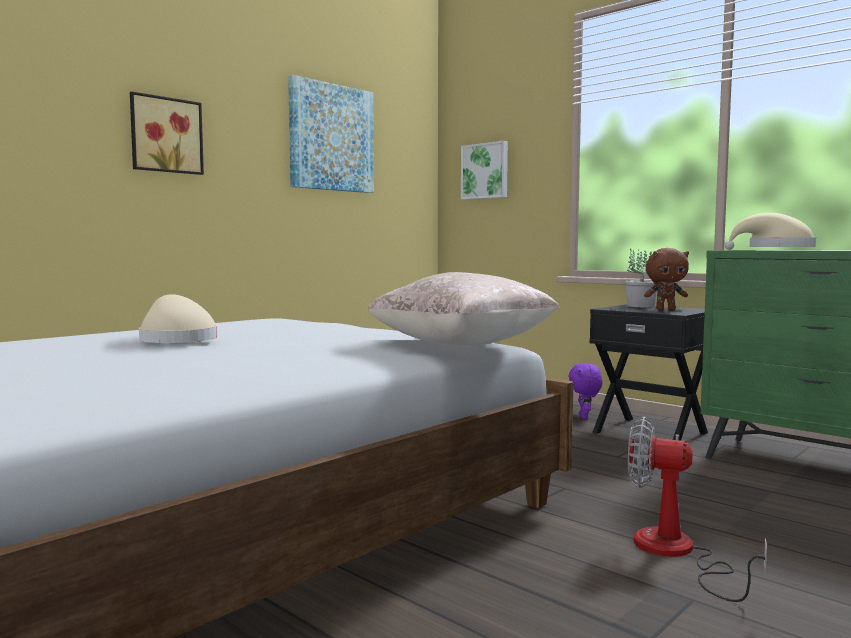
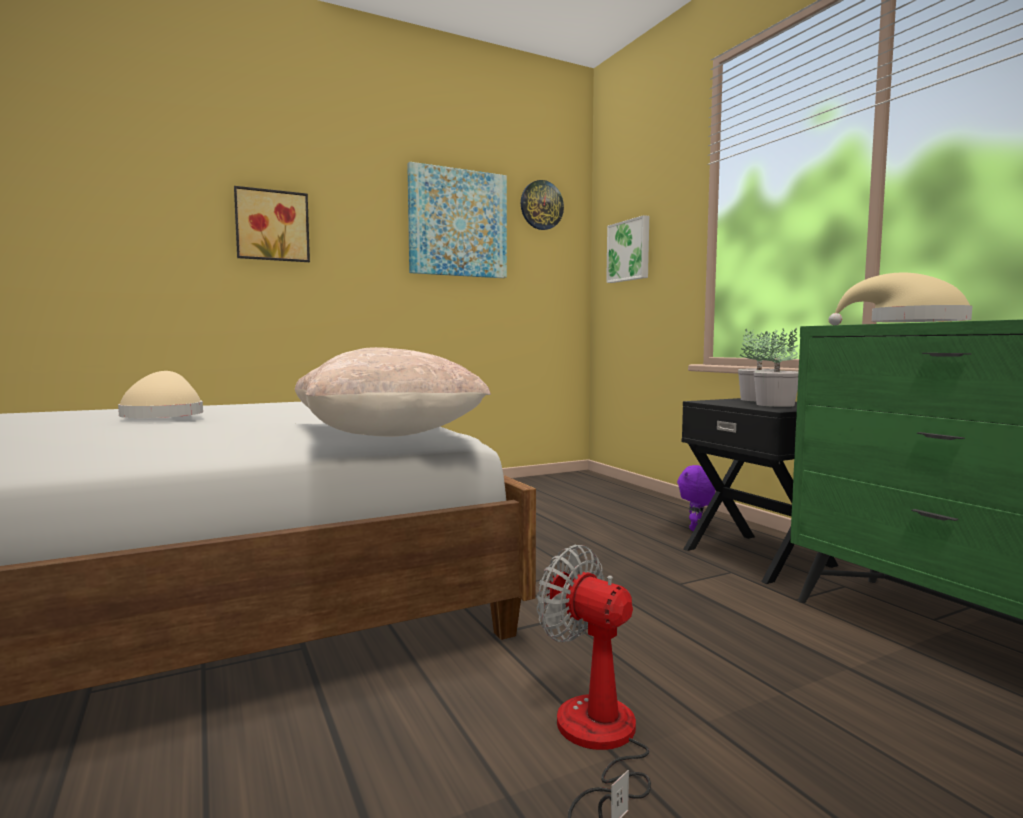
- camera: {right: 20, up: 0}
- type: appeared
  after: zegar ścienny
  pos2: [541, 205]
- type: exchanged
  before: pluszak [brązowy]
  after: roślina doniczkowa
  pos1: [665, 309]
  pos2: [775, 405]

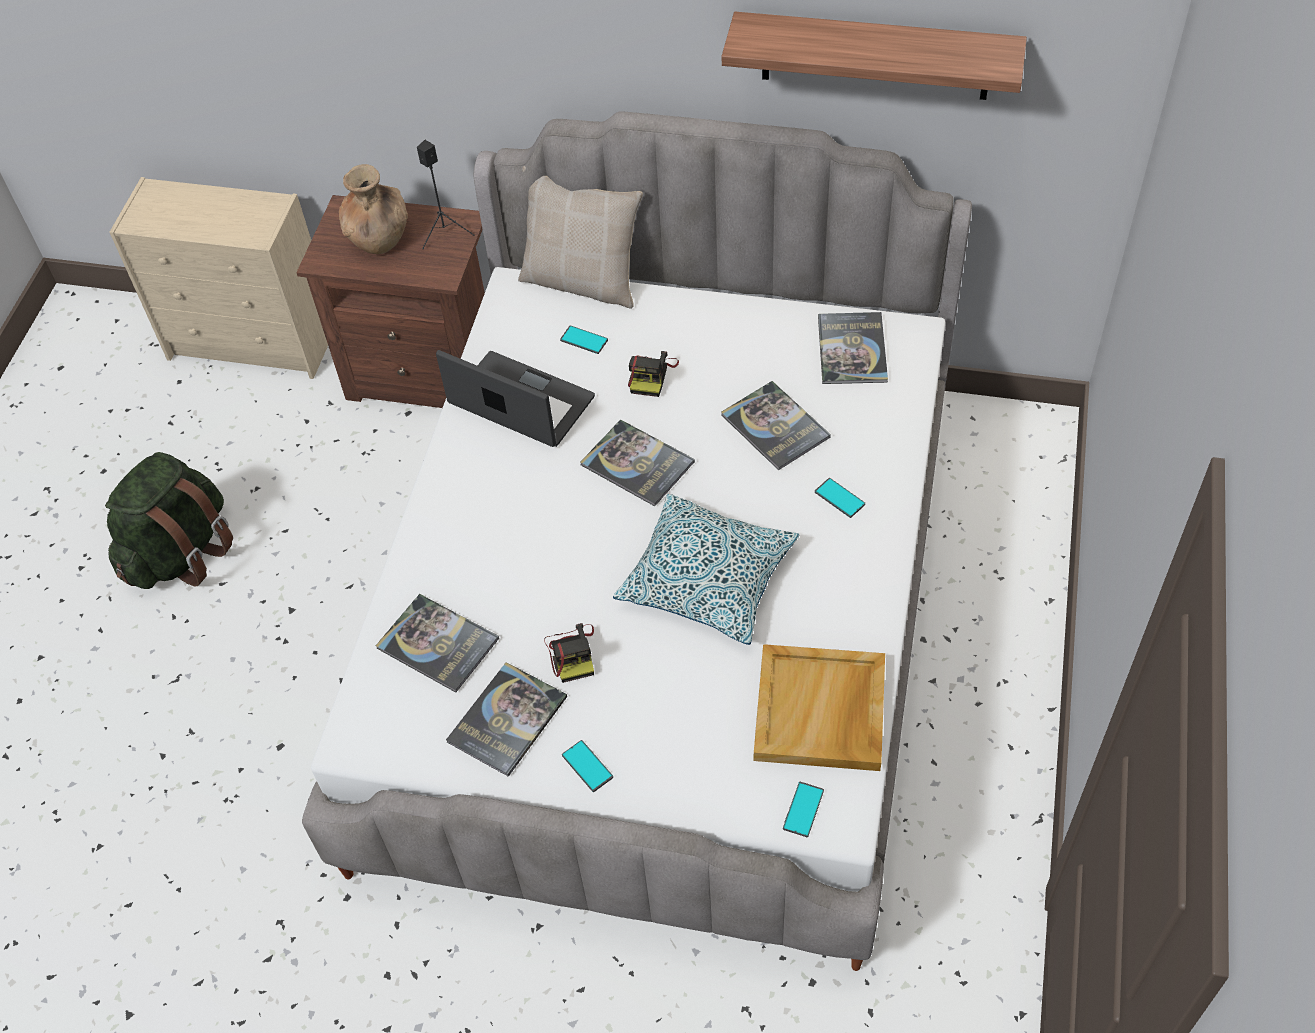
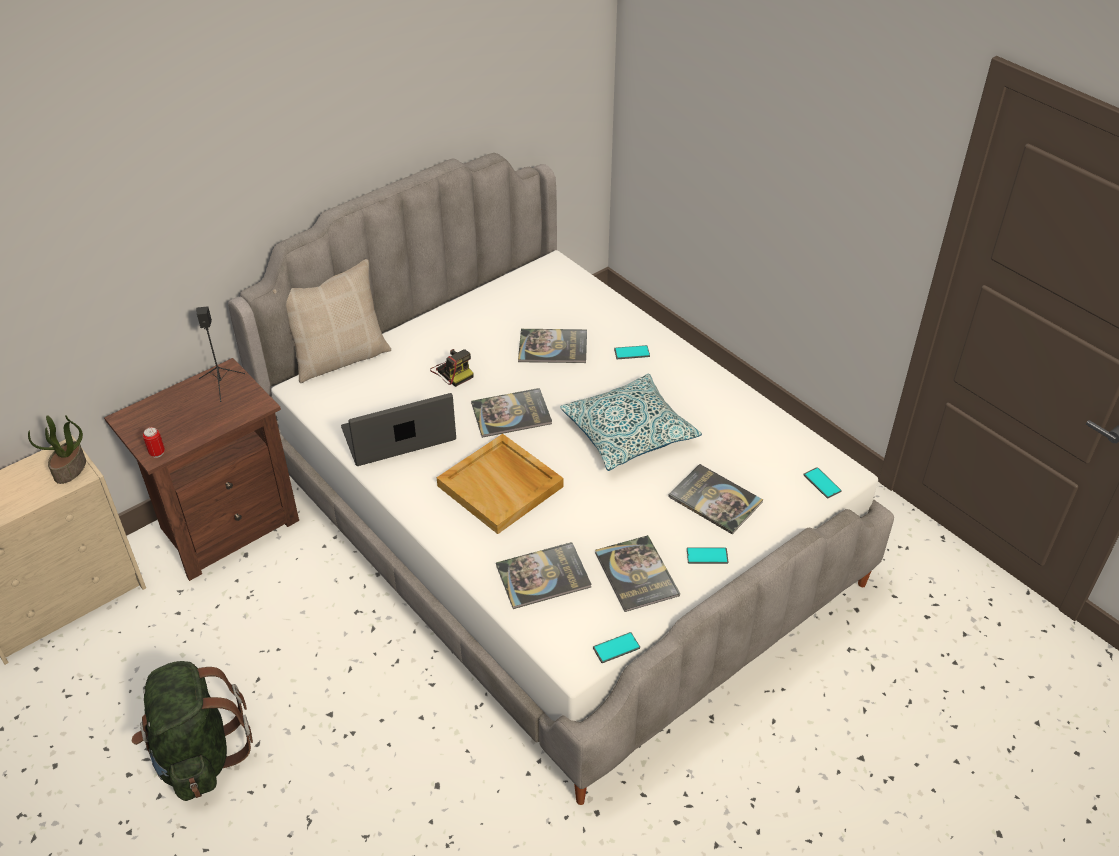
- camera: {right: -55, up: -10}
- type: missing
  before: wazon [brązowy]
  pos1: [379, 239]
- type: missing
  before: aparat fotograficzny
  pos1: [572, 653]
- type: missing
  before: półka
  pos1: [875, 56]
- type: appeared
  after: roślina doniczkowa
  pos2: [70, 470]
- type: appeared
  after: puszka
  pos2: [157, 453]
- type: relocated
  before: telefon
  pos1: [584, 340]
  pos2: [616, 648]
- type: relocated
  before: taca [beżowy]
  pos1: [821, 711]
  pos2: [501, 486]
- type: relocated
  before: książka
  pos1: [852, 349]
  pos2: [715, 500]

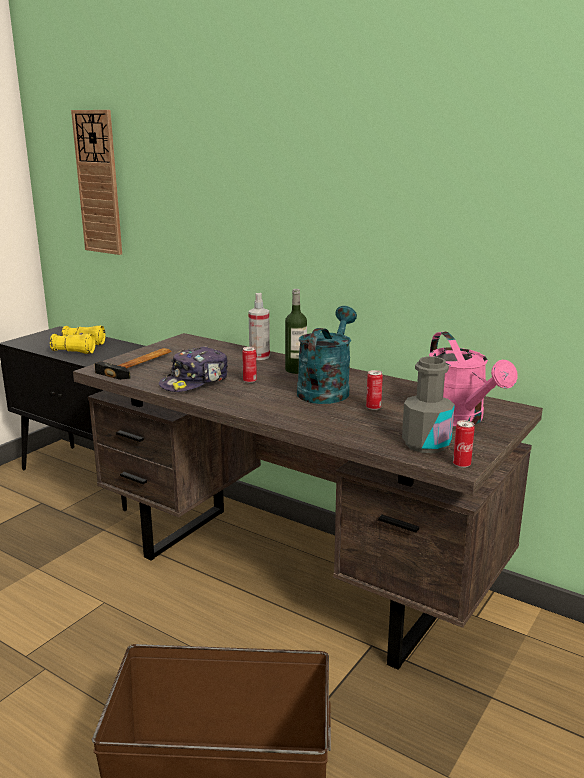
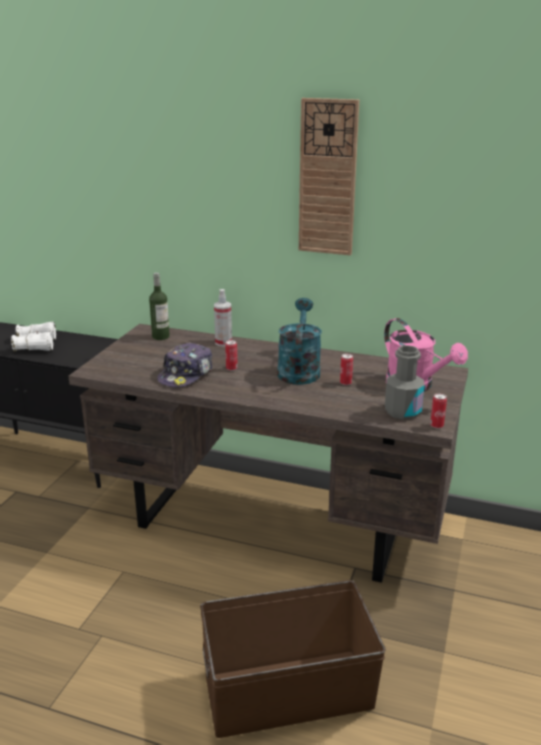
- camera: {right: -15, up: 5}
- type: missing
  before: młotek
  pos1: [141, 365]
- type: relocated
  before: zegar ścienny
  pos1: [98, 183]
  pos2: [327, 178]
- type: relocated
  before: butelka
  pos1: [296, 370]
  pos2: [160, 337]
- type: colour
  before: lornetka [żółty]
  after: lornetka [biały]
  pos1: [79, 348]
  pos2: [36, 345]

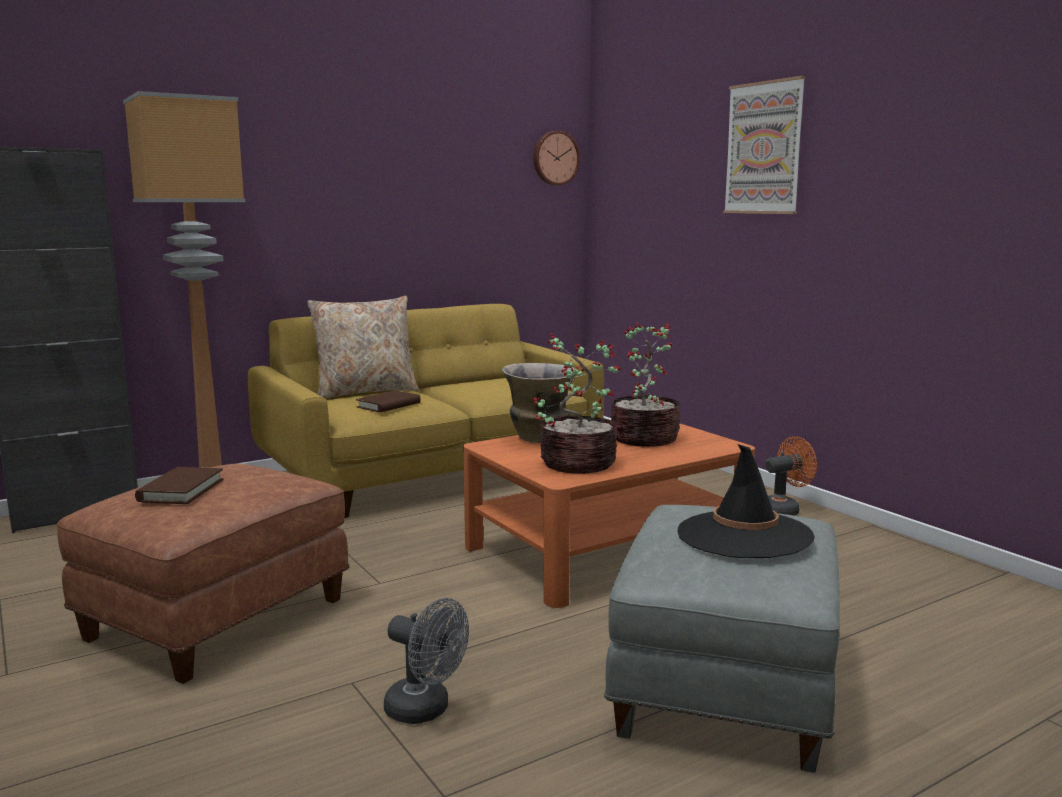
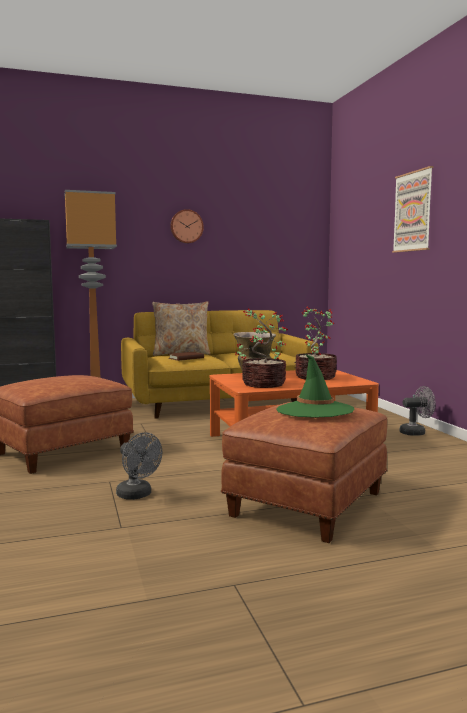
- camera: {right: 15, up: -5}
- type: missing
  before: książka [brązowy]
  pos1: [181, 490]
- type: relocated
  before: zegar ścienny
  pos1: [555, 158]
  pos2: [186, 226]
- type: colour
  before: pufa [szary]
  after: pufa [brązowy]
  pos1: [727, 689]
  pos2: [308, 505]
- type: colour
  before: kapelusz [czarny]
  after: kapelusz [zielony]
  pos1: [744, 535]
  pos2: [314, 410]
- type: colour
  before: wentylator [pomarańczowy]
  after: wentylator [szary]
  pos1: [784, 510]
  pos2: [416, 432]

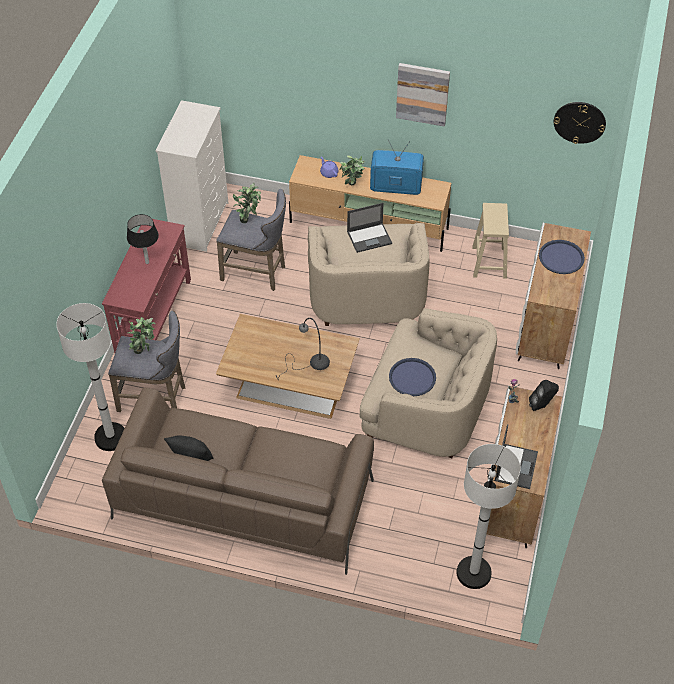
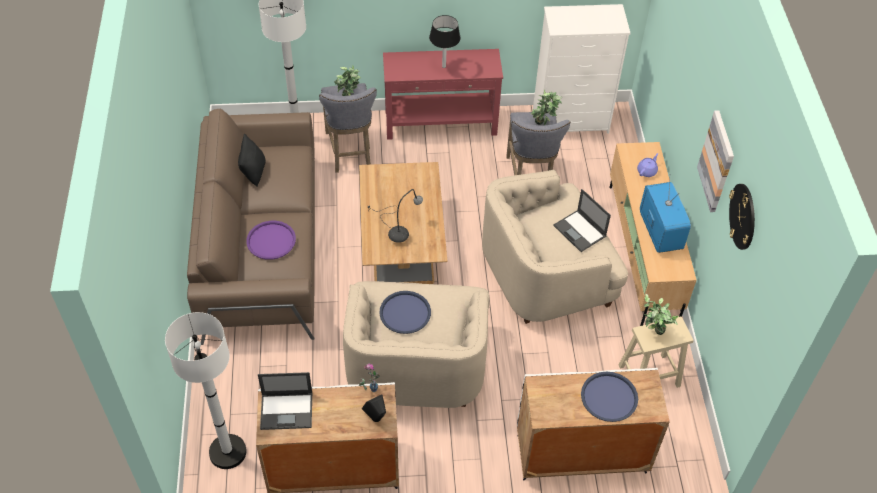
- camera: {right: 70, up: 0}
- type: appeared
  after: taca [fioletowy]
  pos2: [271, 241]
- type: relocated
  before: roślina doniczkowa
  pos1: [352, 187]
  pos2: [653, 333]
- type: relocated
  before: zegar ścienny
  pos1: [579, 122]
  pos2: [743, 216]

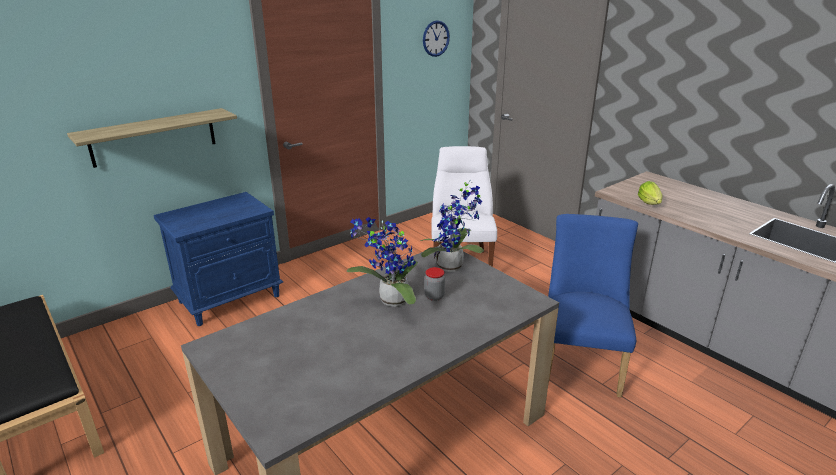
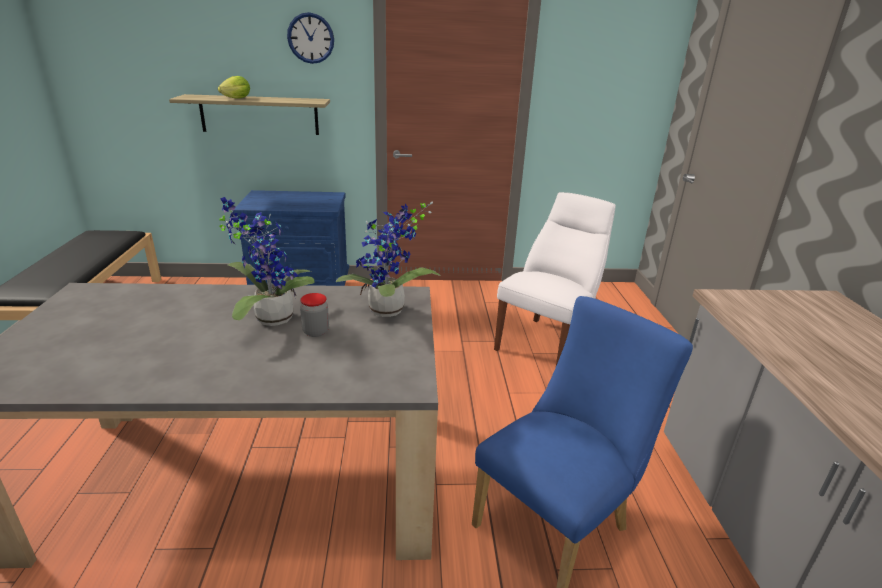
- camera: {right: 35, up: 0}
- type: relocated
  before: zegar ścienny
  pos1: [436, 38]
  pos2: [311, 38]
- type: relocated
  before: sałata
  pos1: [650, 204]
  pos2: [234, 99]

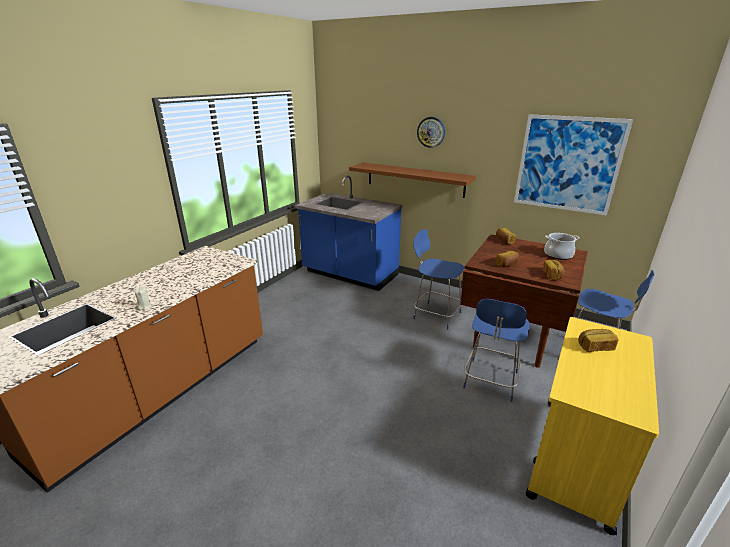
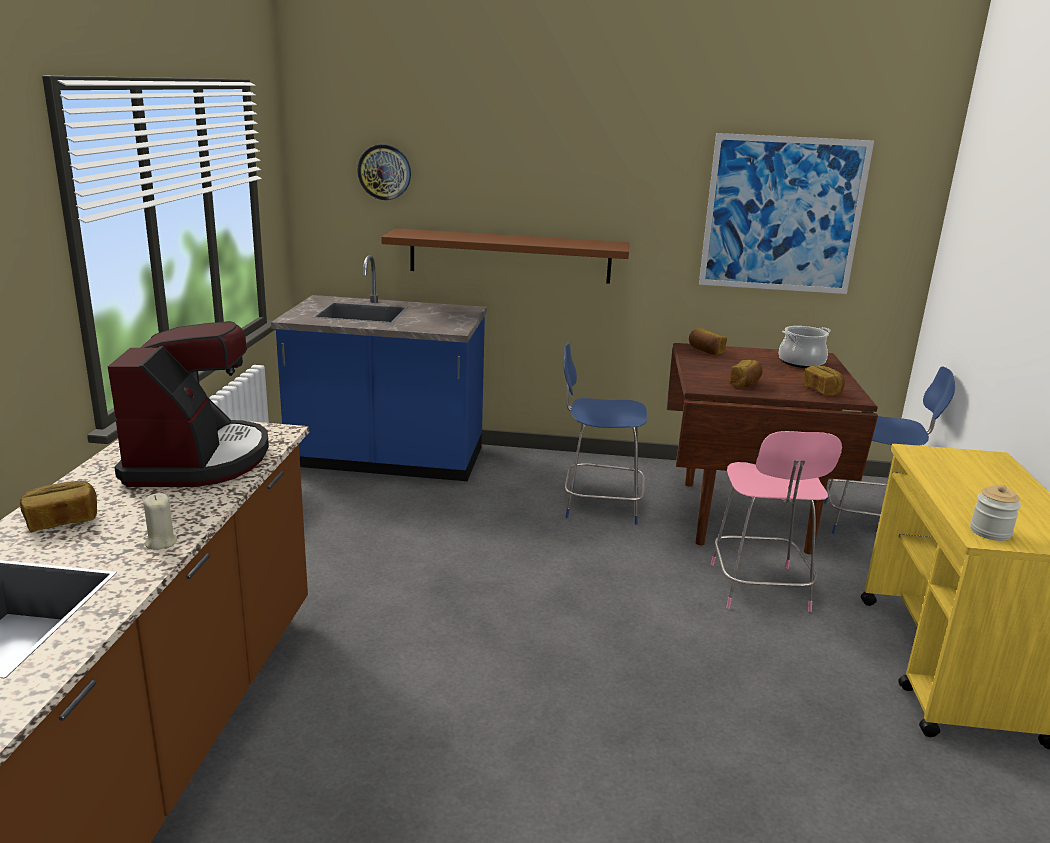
- camera: {right: -25, up: -5}
- type: appeared
  after: ekspres do kawy
  pos2: [197, 459]
- type: appeared
  after: słoik
  pos2: [990, 532]
- type: relocated
  before: zegar ścienny
  pos1: [431, 132]
  pos2: [384, 172]
- type: relocated
  before: chleb
  pos1: [595, 347]
  pos2: [62, 521]
- type: colour
  before: krzesło [niebieski]
  after: krzesło [różowy]
  pos1: [490, 381]
  pos2: [759, 589]

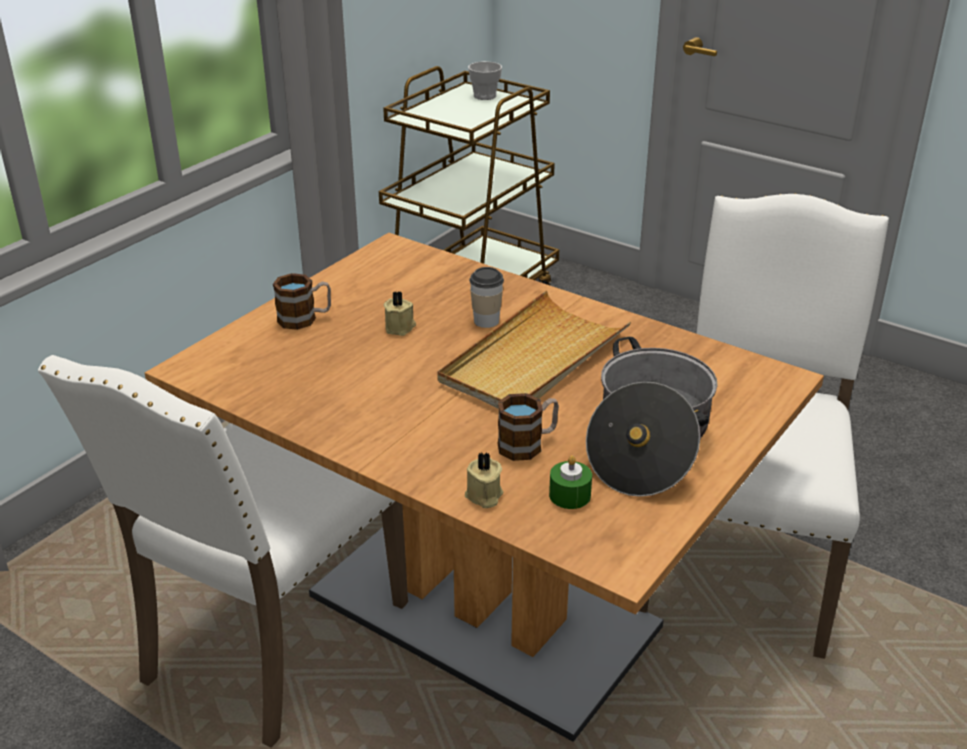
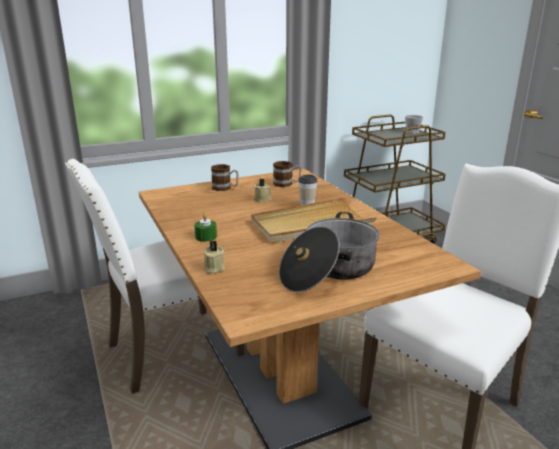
- camera: {right: 30, up: -10}
- type: relocated
  before: kubek
  pos1: [528, 444]
  pos2: [287, 184]
- type: relocated
  before: świeca [zielony]
  pos1: [570, 495]
  pos2: [206, 237]

